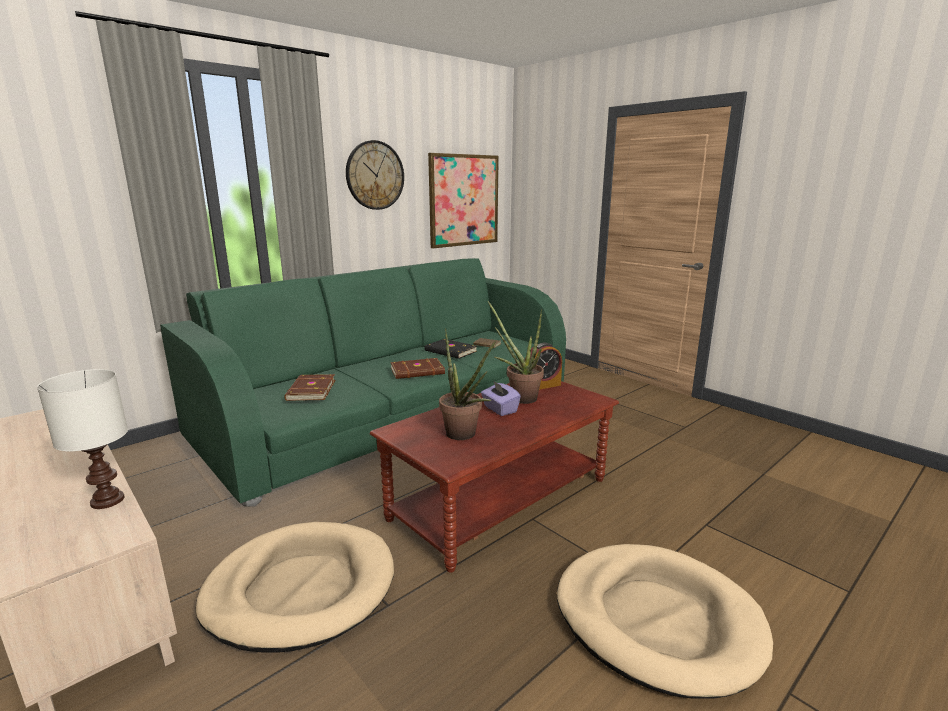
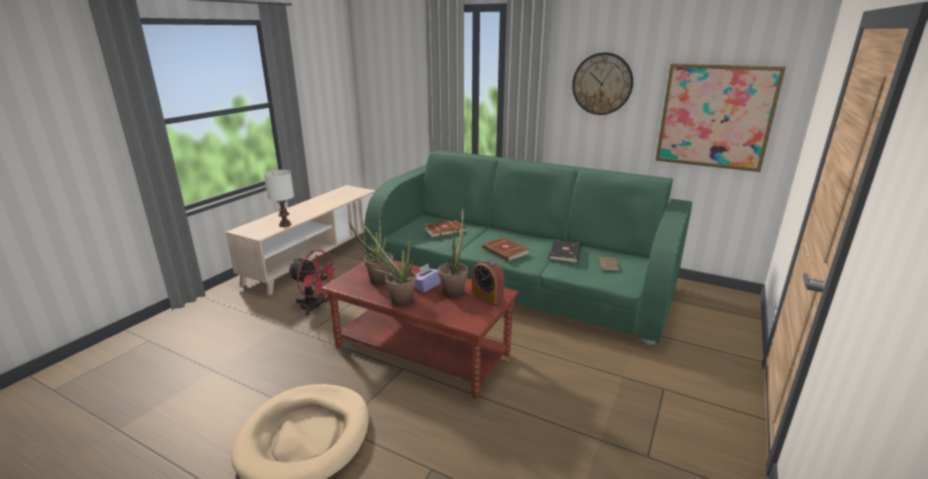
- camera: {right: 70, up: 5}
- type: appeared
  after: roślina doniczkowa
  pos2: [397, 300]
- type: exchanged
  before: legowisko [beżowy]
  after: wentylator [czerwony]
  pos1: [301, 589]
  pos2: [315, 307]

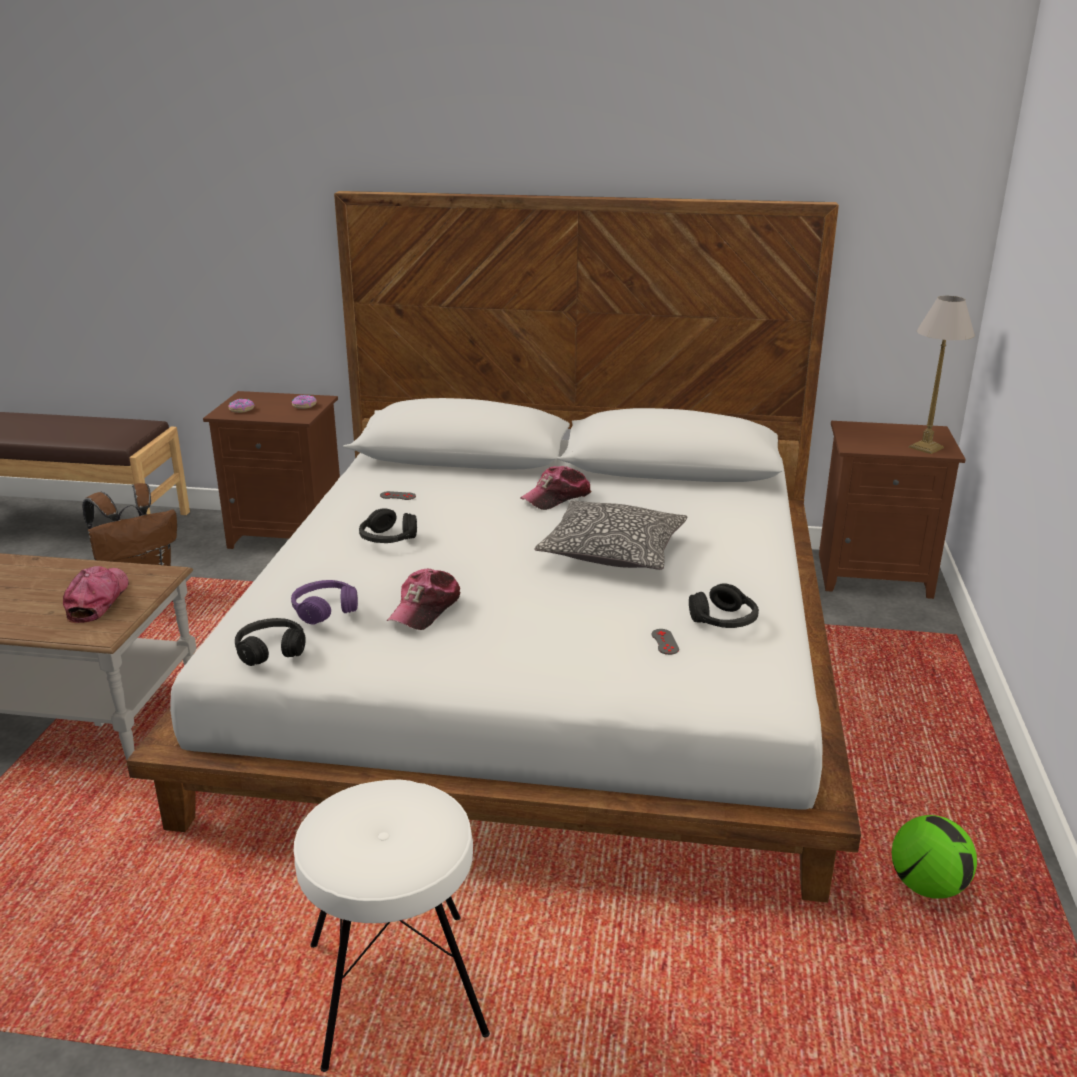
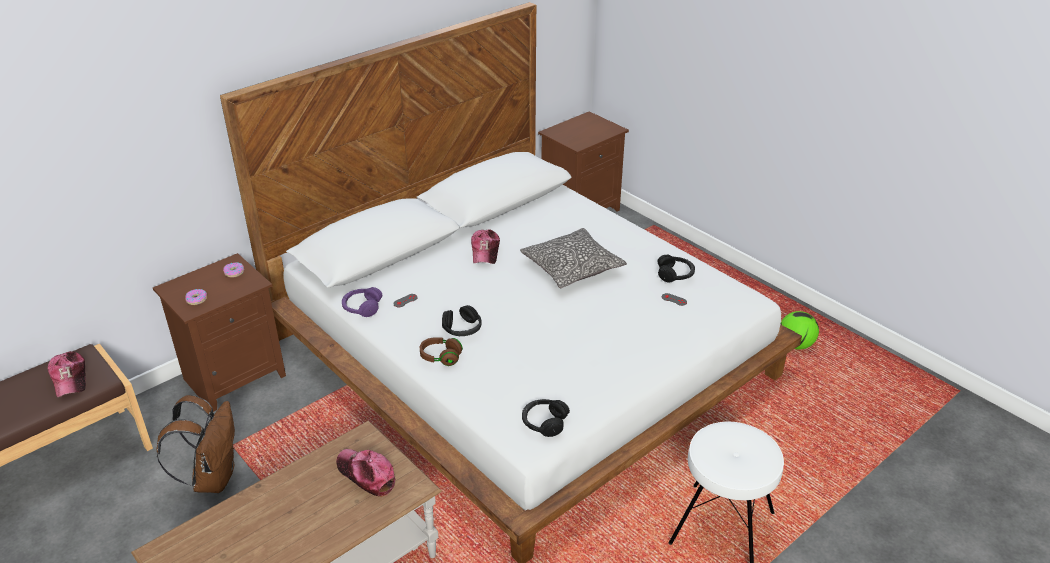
- camera: {right: -50, up: 10}
- type: missing
  before: lampa stołowa
  pos1: [925, 447]
- type: appeared
  after: słuchawki [brązowy]
  pos2: [440, 357]
- type: relocated
  before: słuchawki [fioletowy]
  pos1: [325, 610]
  pos2: [362, 307]
- type: relocated
  before: czapka z daszkiem
  pos1: [425, 609]
  pos2: [70, 378]

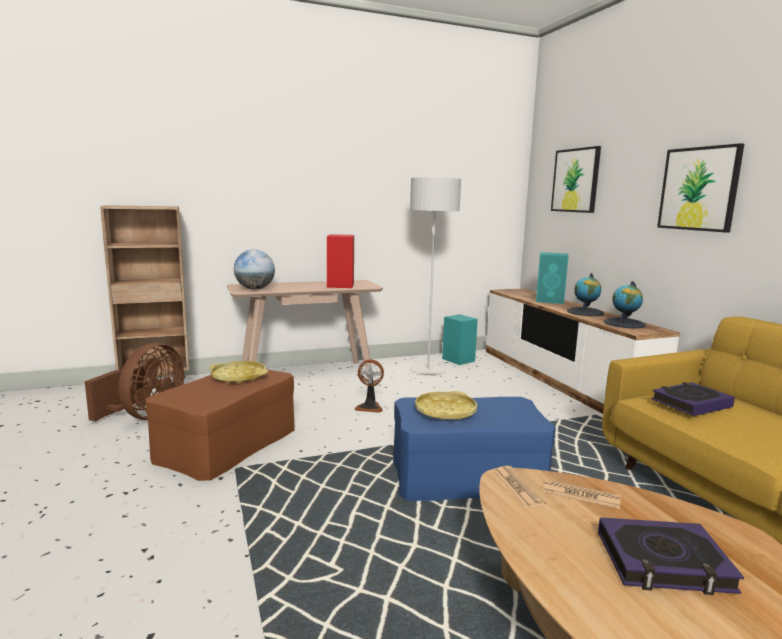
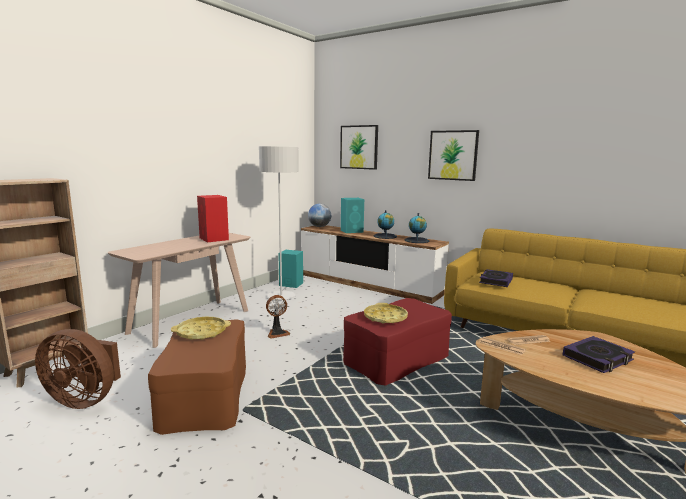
- camera: {right: -35, up: 0}
- type: relocated
  before: globus
  pos1: [255, 289]
  pos2: [319, 227]
- type: colour
  before: pufa [niebieski]
  after: pufa [czerwony]
  pos1: [467, 476]
  pos2: [396, 358]
- type: spun
  before: wentylator [brązowy]
  pos1: [145, 416]
  pos2: [85, 399]
  turn: 120

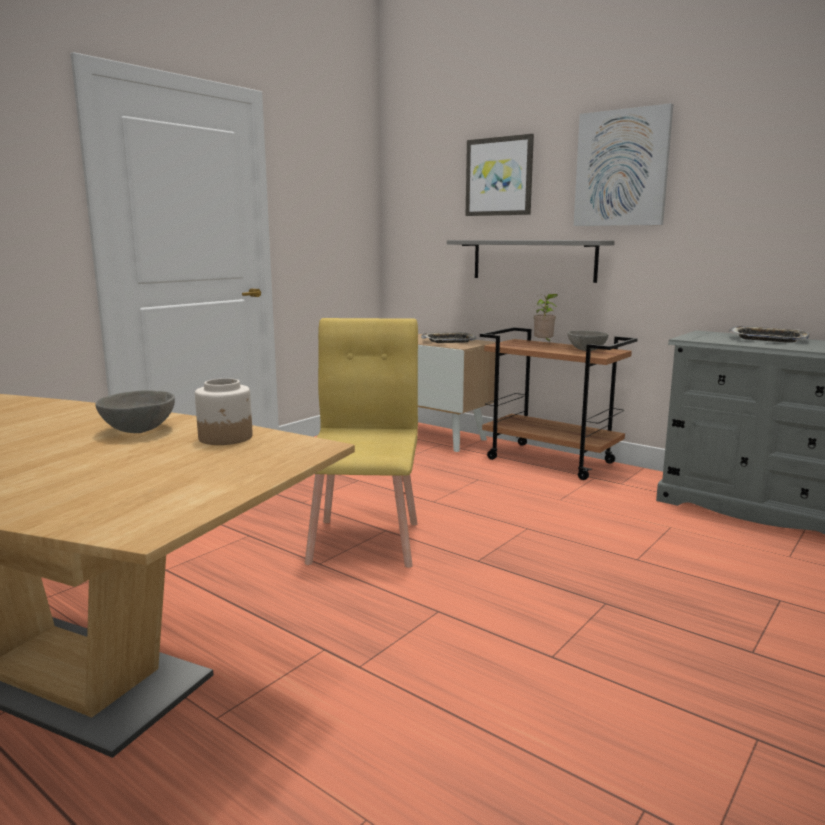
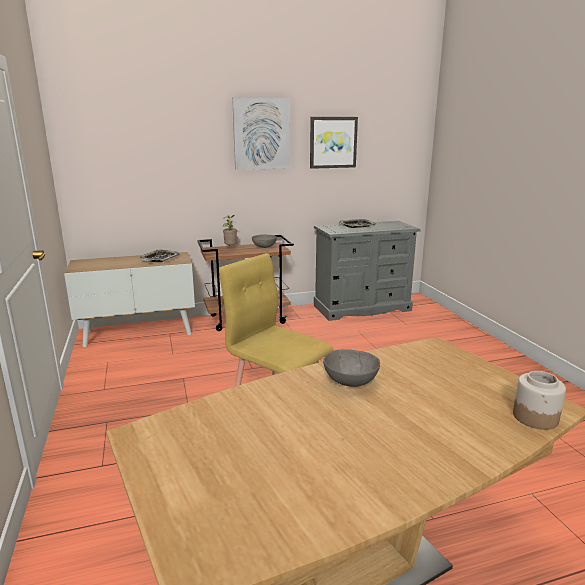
- camera: {right: -55, up: 5}
- type: missing
  before: półka [szary]
  pos1: [533, 260]
- type: relocated
  before: słoik
  pos1: [226, 438]
  pos2: [535, 417]
- type: relocated
  before: obraz
  pos1: [499, 176]
  pos2: [333, 142]

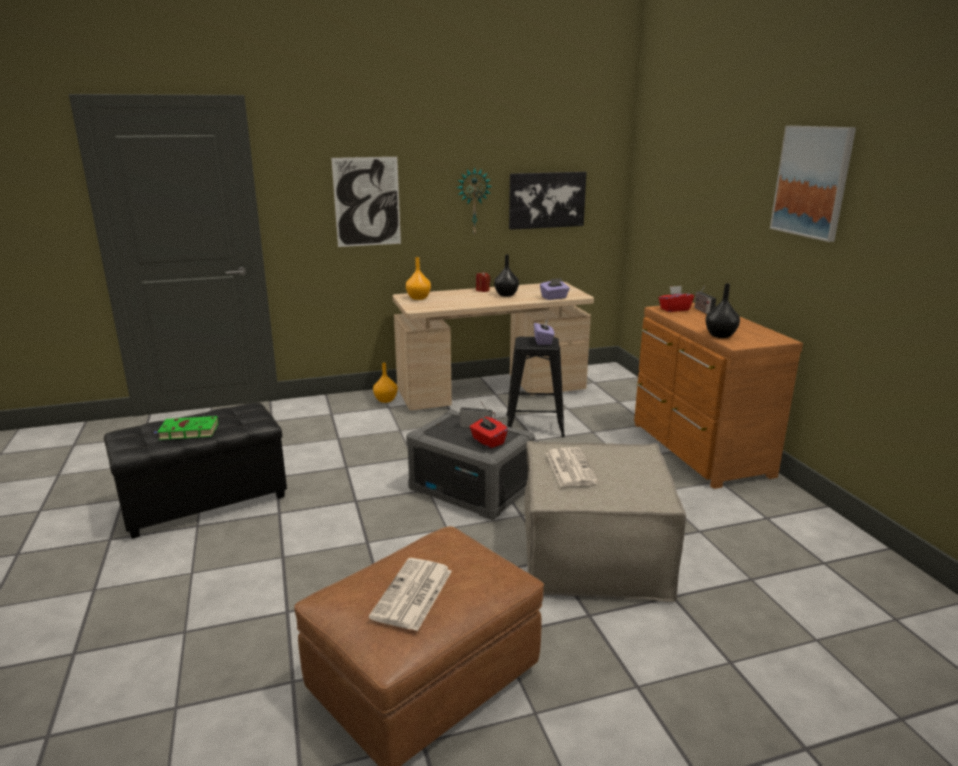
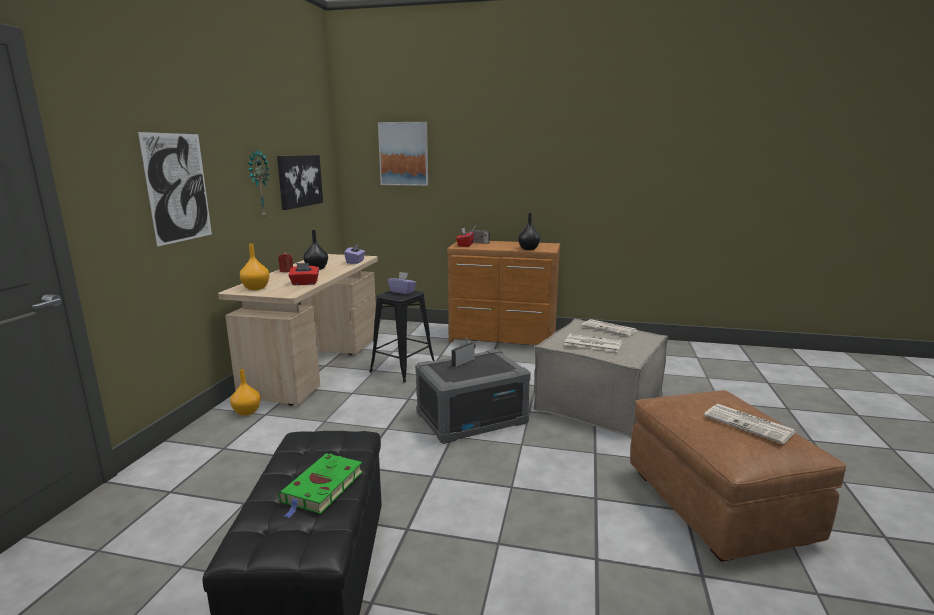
- camera: {right: -60, up: -5}
- type: appeared
  after: gazeta
  pos2: [610, 328]
- type: relocated
  before: pudełko chusteczek [czerwony]
  pos1: [488, 441]
  pos2: [304, 283]
- type: relocated
  before: obraz
  pos1: [812, 182]
  pos2: [404, 154]

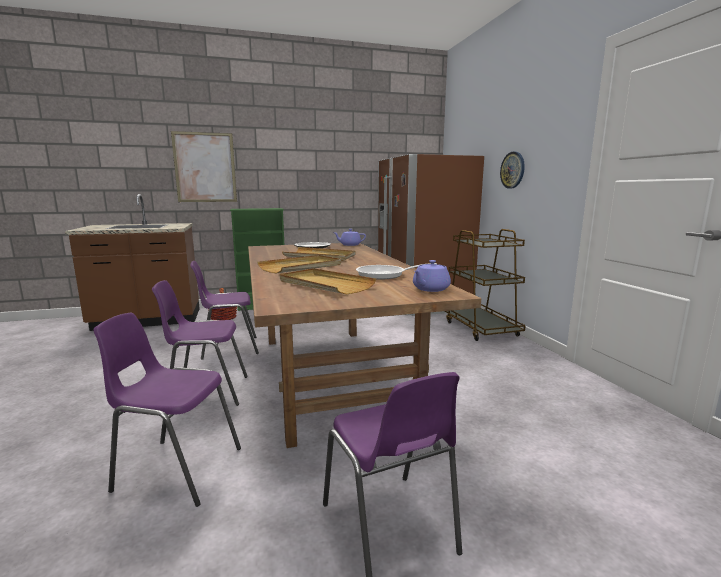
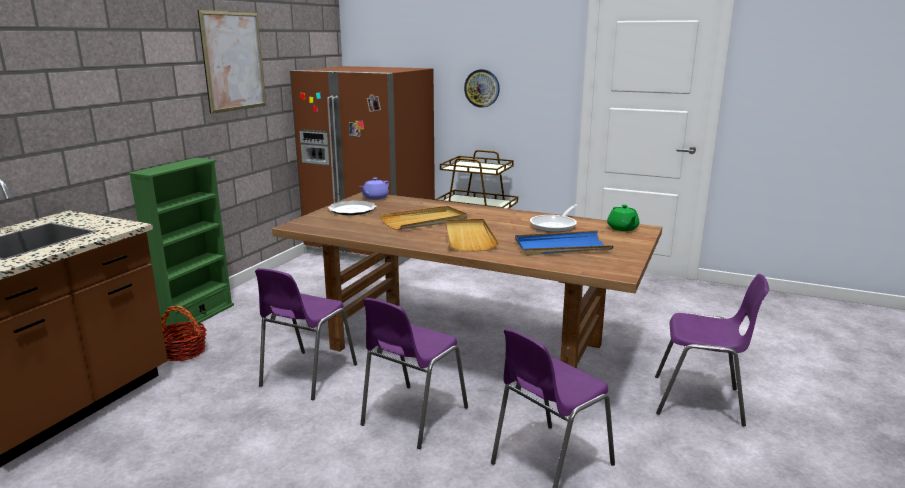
- camera: {right: -50, up: 5}
- type: relocated
  before: obraz
  pos1: [205, 167]
  pos2: [234, 61]
- type: colour
  before: taca [beżowy]
  after: taca [niebieski]
  pos1: [324, 284]
  pos2: [561, 247]
- type: colour
  before: imbryk [fioletowy]
  after: imbryk [zielony]
  pos1: [430, 289]
  pos2: [623, 228]

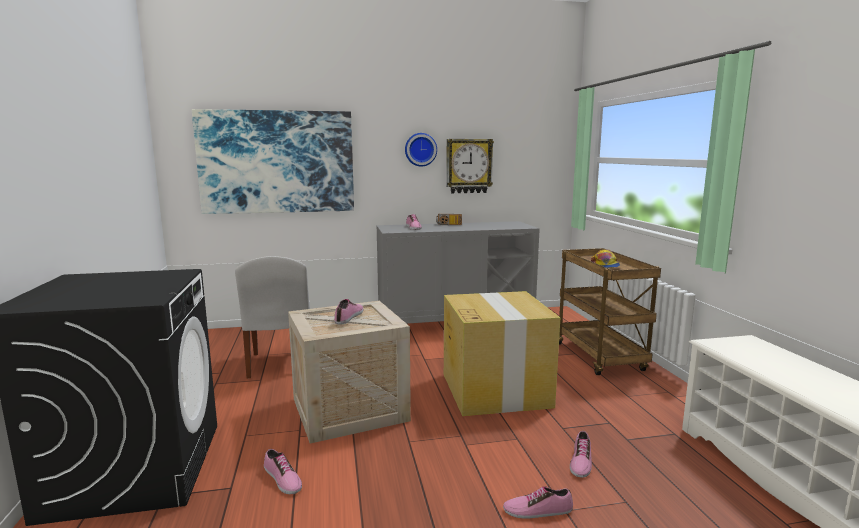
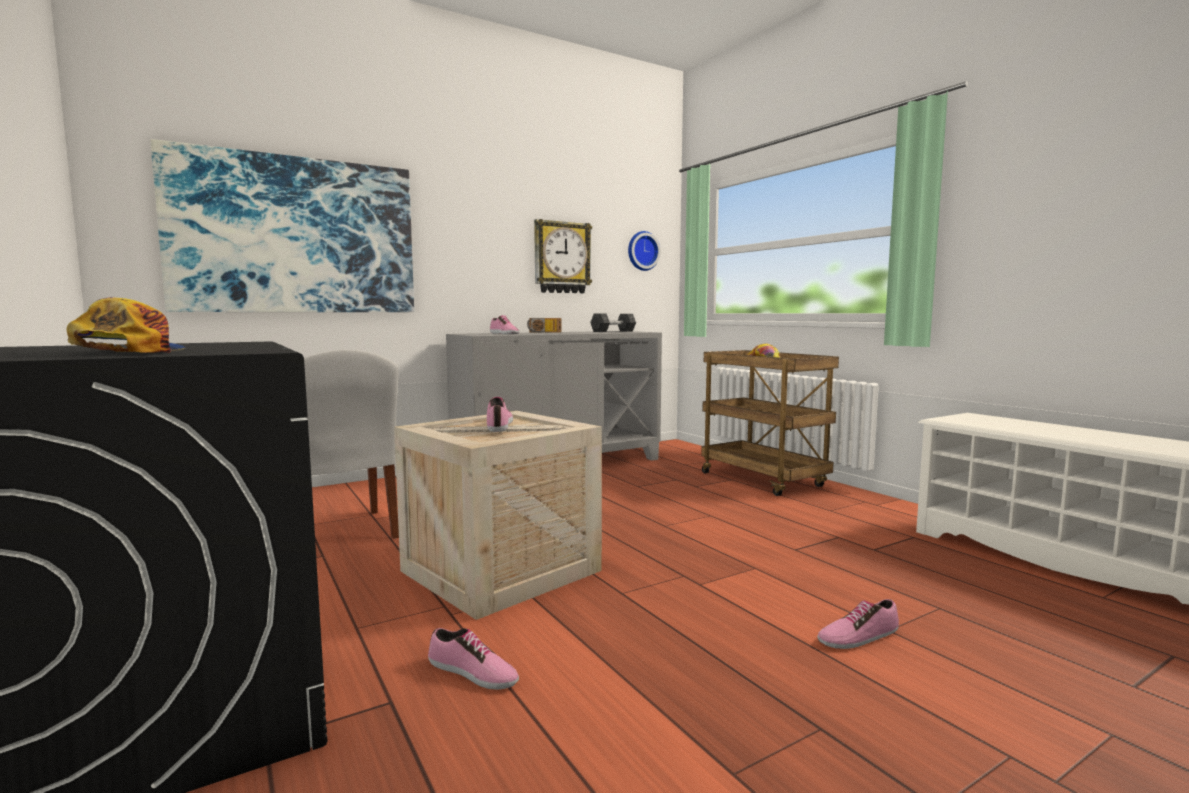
- camera: {right: -20, up: -5}
- type: missing
  before: karton
  pos1: [495, 389]
- type: missing
  before: but
  pos1: [580, 461]
- type: appeared
  after: czapka z daszkiem
  pos2: [130, 352]
- type: appeared
  after: hantel [szary]
  pos2: [613, 331]
- type: relocated
  before: zegar ścienny
  pos1: [420, 149]
  pos2: [642, 251]

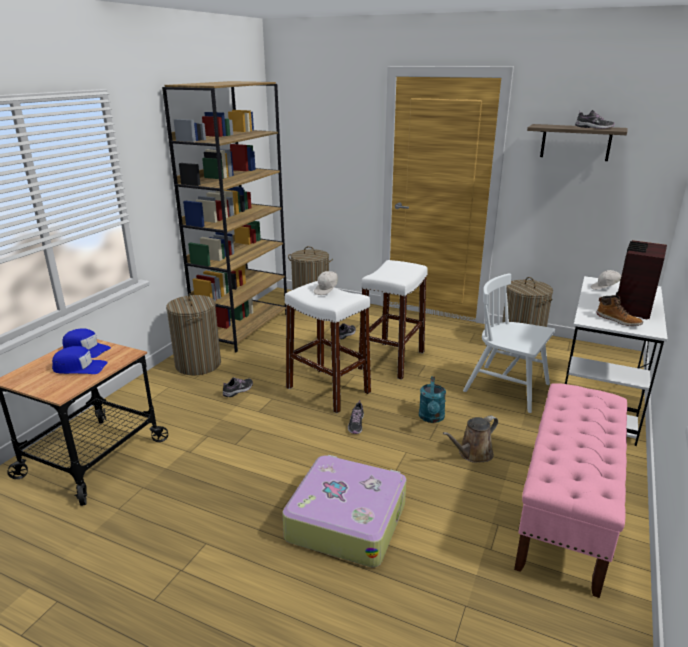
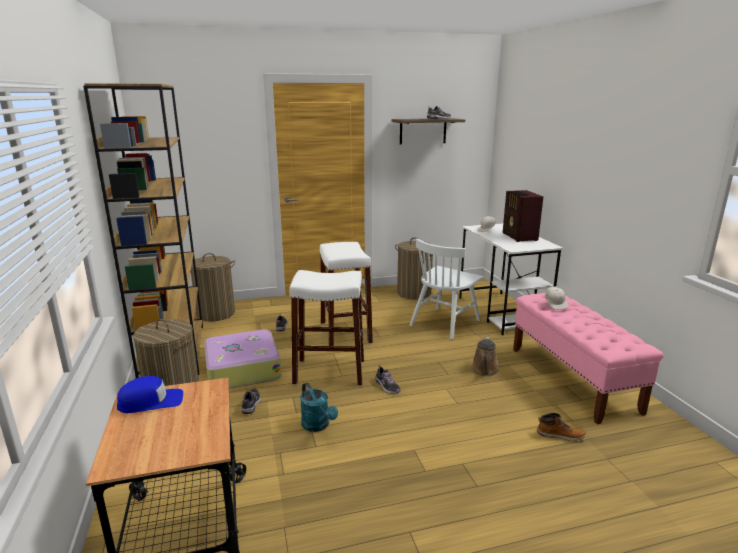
- camera: {right: -40, up: -5}
- type: missing
  before: czapka z daszkiem [niebieski]
  pos1: [80, 367]
- type: relocated
  before: walizka
  pos1: [346, 520]
  pos2: [242, 369]
- type: relocated
  before: czapka z daszkiem [biały]
  pos1: [327, 290]
  pos2: [555, 304]
- type: relocated
  before: konewka [turkusowy]
  pos1: [431, 418]
  pos2: [318, 426]
- type: relocated
  before: but z cholewką
  pos1: [618, 320]
  pos2: [560, 435]
- type: spun
  before: krzesło [biały]
  pos1: [507, 388]
  pos2: [444, 323]
  turn: -45

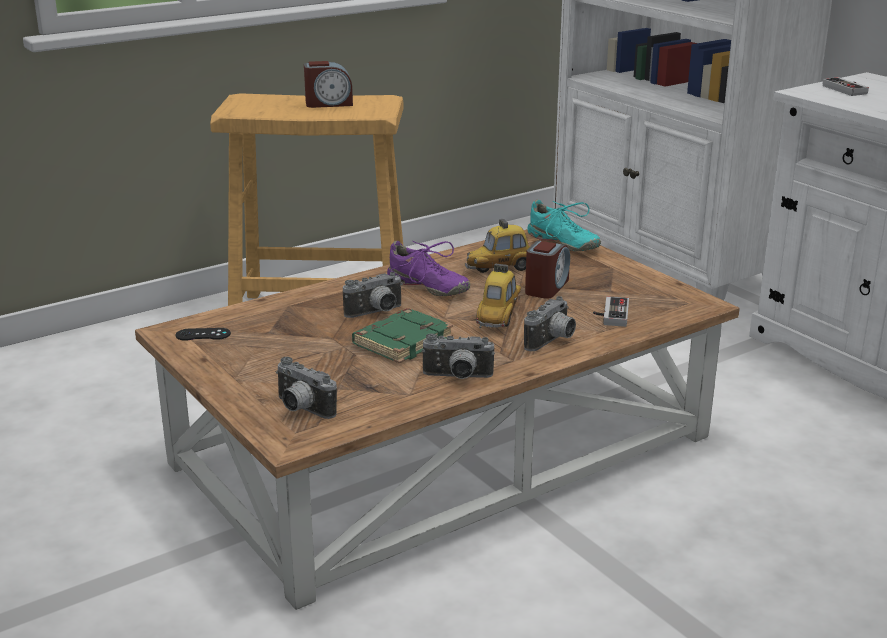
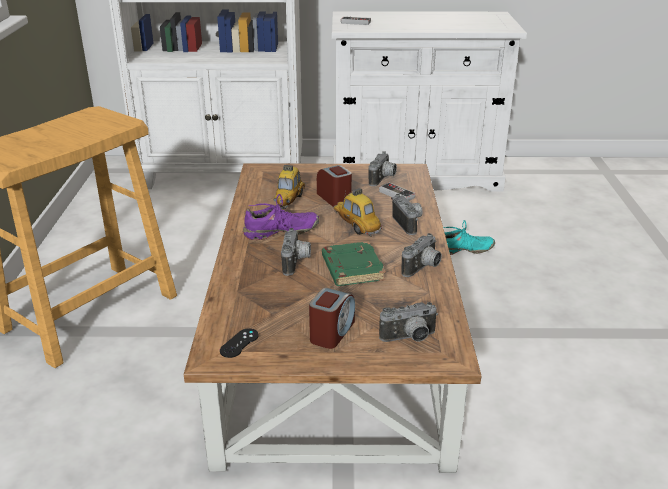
- camera: {right: -55, up: 5}
- type: appeared
  after: aparat fotograficzny
  pos2: [383, 179]
- type: relocated
  before: budzik
  pos1: [329, 104]
  pos2: [332, 332]
- type: relocated
  before: but [turkusowy]
  pos1: [562, 243]
  pos2: [463, 250]

